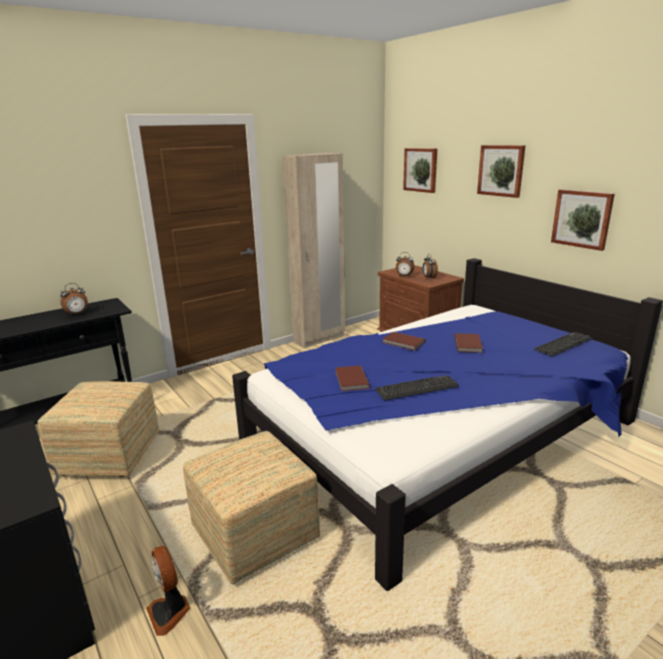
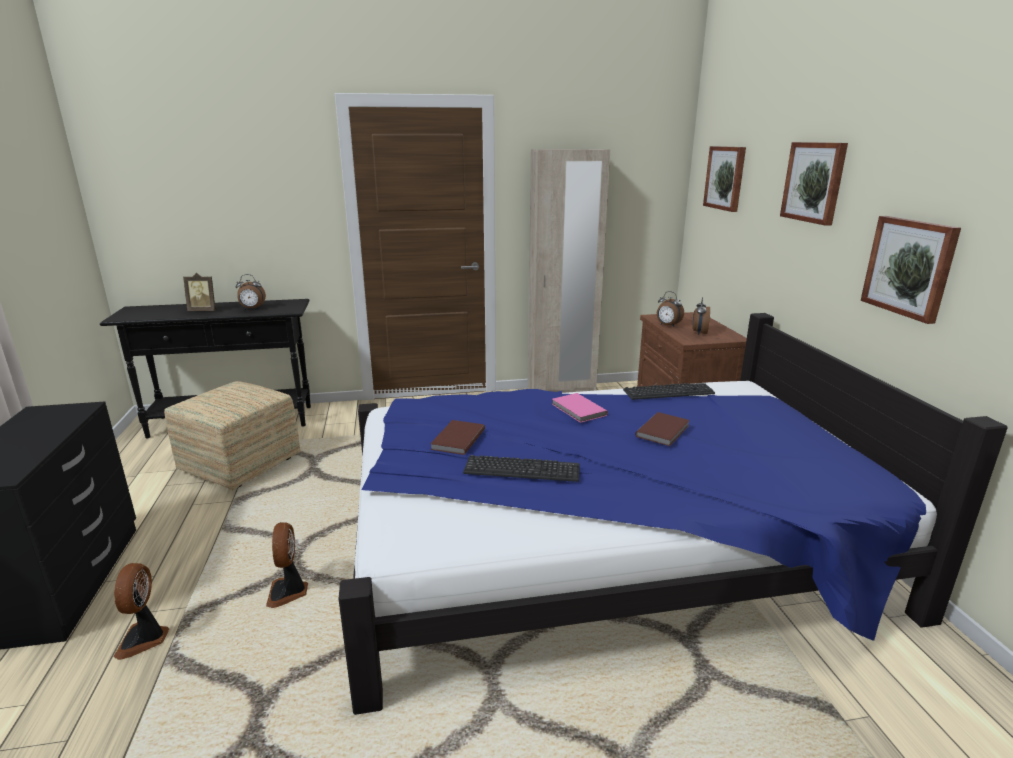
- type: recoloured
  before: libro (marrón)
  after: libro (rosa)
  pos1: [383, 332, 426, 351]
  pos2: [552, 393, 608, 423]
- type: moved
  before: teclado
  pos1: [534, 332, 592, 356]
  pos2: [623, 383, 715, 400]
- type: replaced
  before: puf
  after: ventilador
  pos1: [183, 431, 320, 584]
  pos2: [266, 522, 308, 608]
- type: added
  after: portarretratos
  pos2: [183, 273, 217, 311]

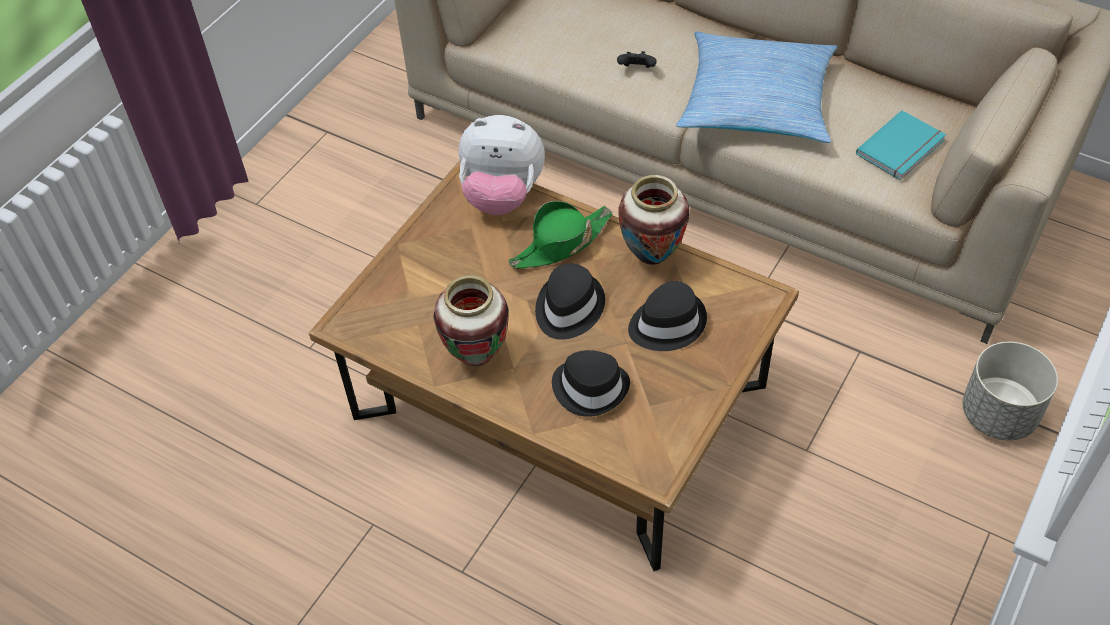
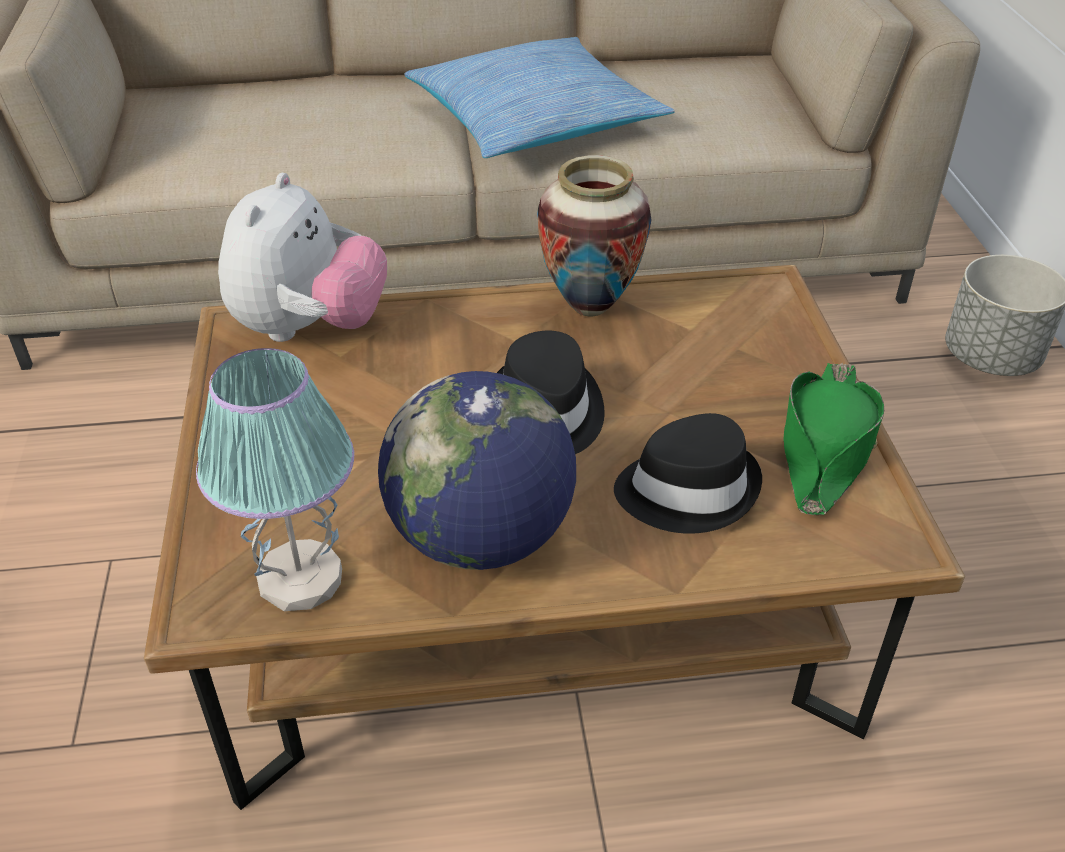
- type: removed
  before: mando de consola (negro)
  pos1: [617, 51, 656, 68]
- type: removed
  before: libro (turquesa)
  pos1: [856, 110, 946, 180]
- type: turned
  before: peluche
  pos1: [459, 115, 545, 215]
  pos2: [218, 173, 387, 342]
  turn: -45
- type: moved
  before: sombrero (verde)
  pos1: [509, 201, 613, 269]
  pos2: [783, 363, 884, 515]
- type: replaced
  before: florero
  after: globo terráqueo
  pos1: [433, 275, 509, 366]
  pos2: [378, 371, 576, 570]
- type: removed
  before: sombrero (negro)
  pos1: [628, 281, 707, 351]
- type: added
  after: lámpara de mesa
  pos2: [196, 348, 355, 611]

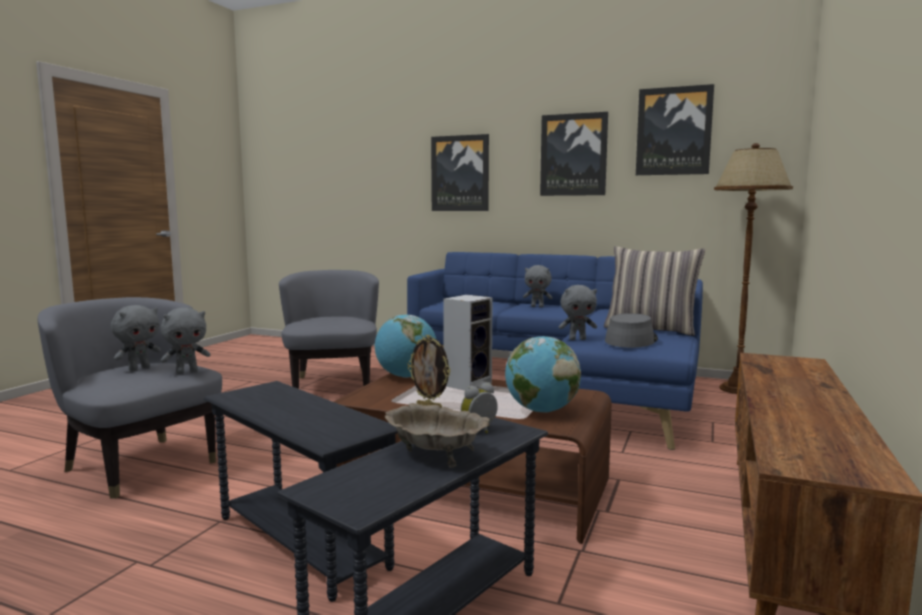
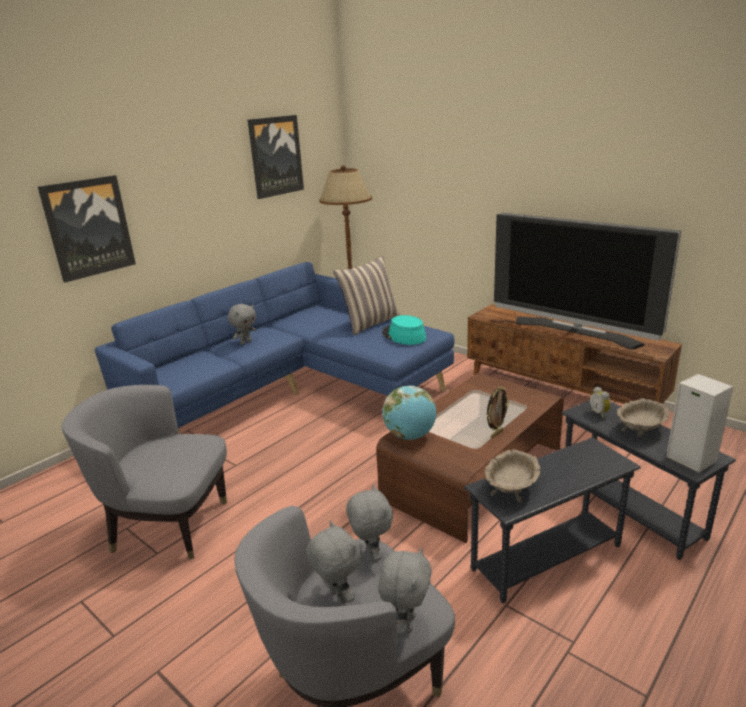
- type: removed
  before: cuadro
  pos1: [540, 112, 608, 196]
- type: moved
  before: peluche (gris)
  pos1: [559, 285, 597, 340]
  pos2: [378, 547, 432, 635]
- type: moved
  before: altavoz
  pos1: [443, 295, 493, 391]
  pos2: [666, 374, 733, 473]
- type: recoloured
  before: sombrero (gris)
  after: sombrero (turquesa)
  pos1: [605, 313, 658, 348]
  pos2: [382, 315, 426, 345]
- type: removed
  before: globo terráqueo
  pos1: [505, 336, 581, 413]
- type: added
  after: televisor
  pos2: [494, 213, 681, 350]
- type: added
  after: cuenco (beis)
  pos2: [485, 449, 540, 503]

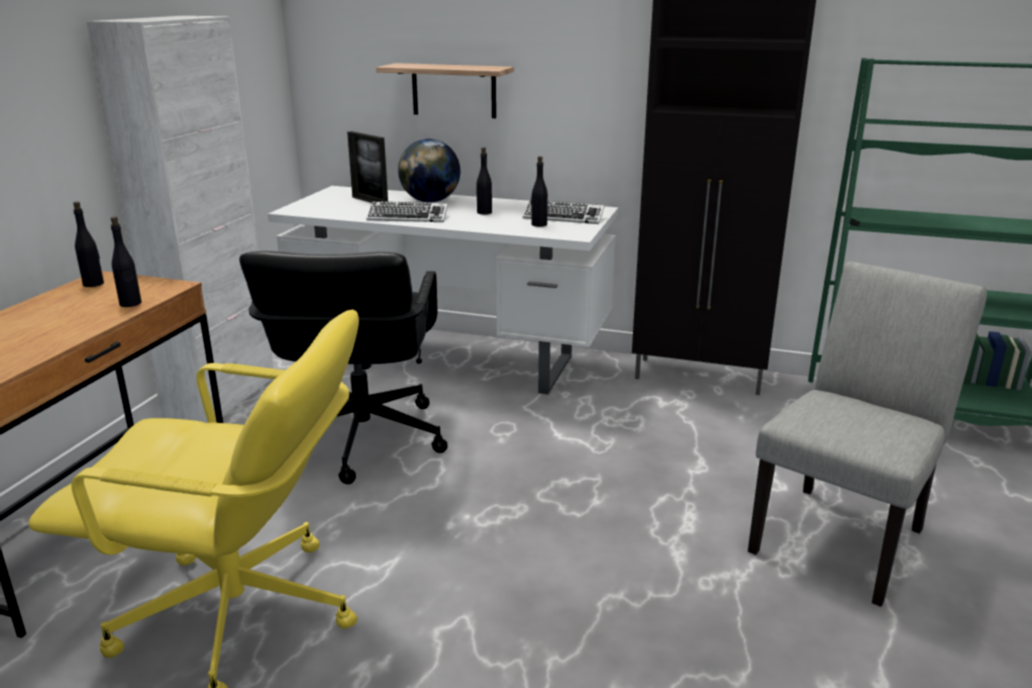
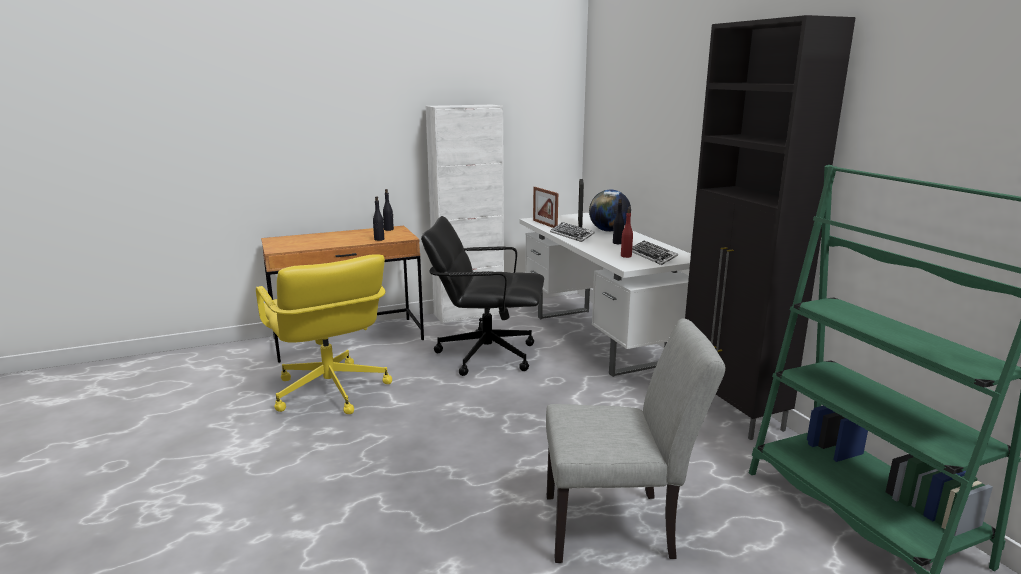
- type: removed
  before: estante
  pos1: [376, 63, 514, 118]
- type: recoloured
  before: botella (negro)
  after: botella (rojo)
  pos1: [531, 156, 548, 227]
  pos2: [621, 209, 633, 258]
- type: turned
  before: silla de oficina (negro)
  pos1: [239, 251, 448, 484]
  pos2: [421, 216, 544, 376]
  turn: 45
- type: added
  after: portarretratos
  pos2: [533, 187, 558, 228]

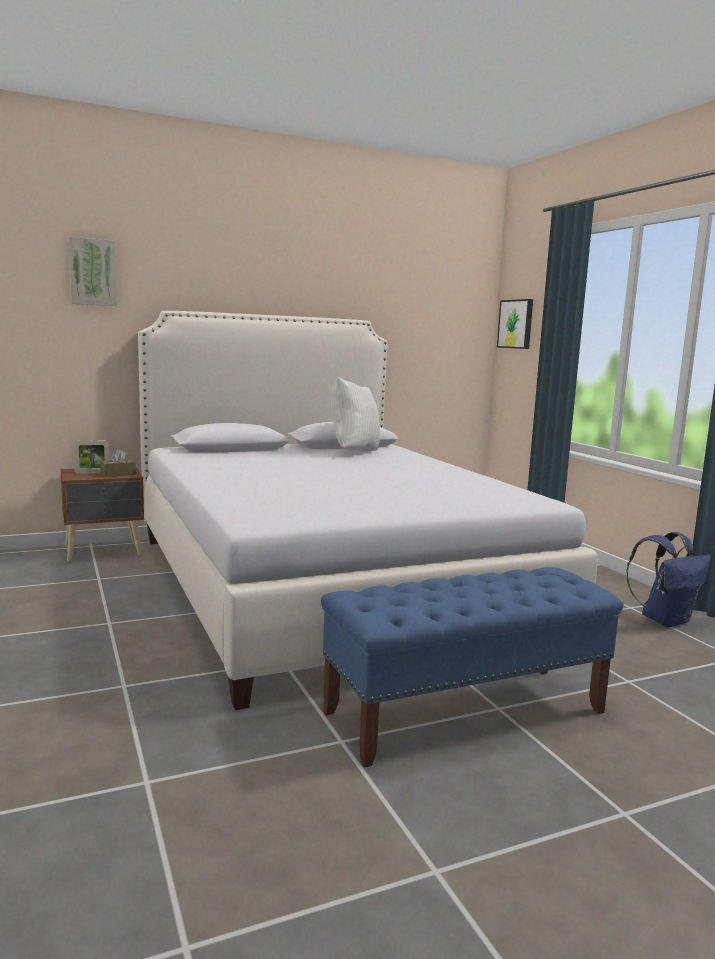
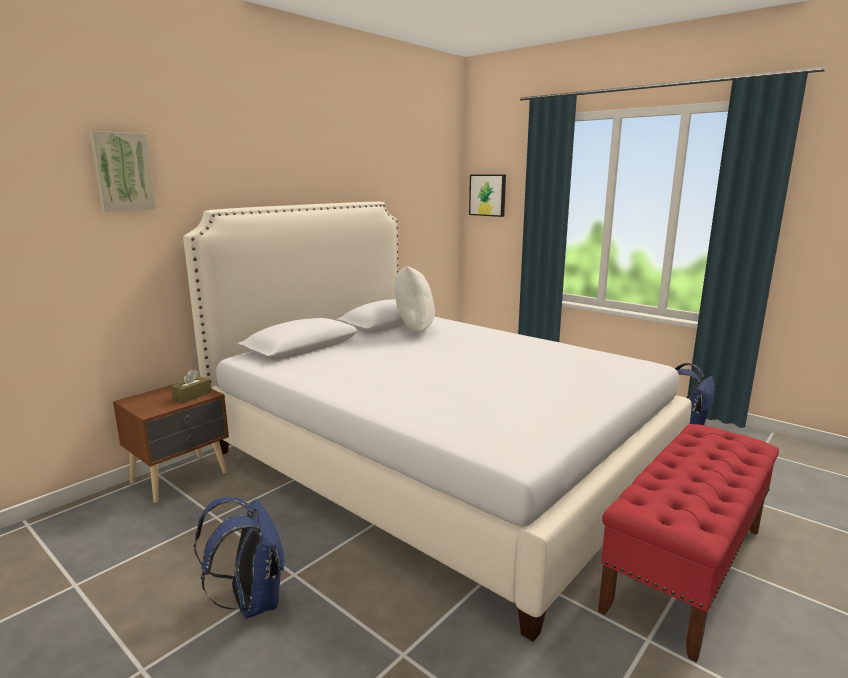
- type: removed
  before: portarretratos
  pos1: [74, 440, 109, 473]
- type: recoloured
  before: banco (azul)
  after: banco (rojo)
  pos1: [321, 567, 623, 768]
  pos2: [598, 424, 779, 663]
- type: added
  after: mochila (azul)
  pos2: [194, 497, 284, 619]

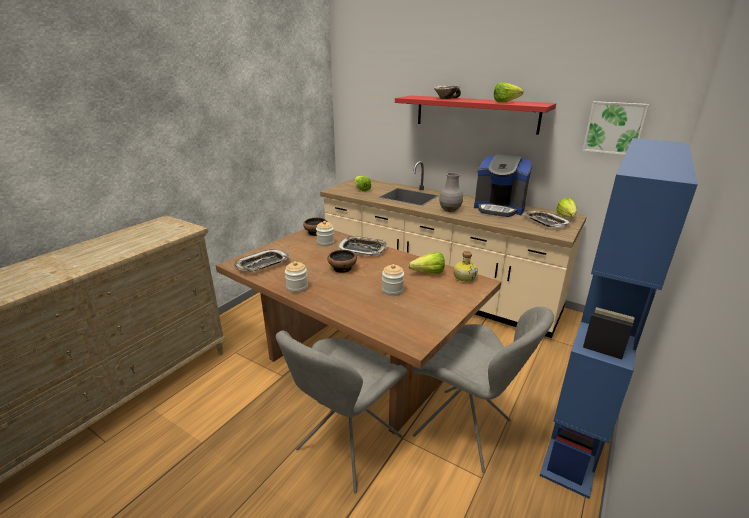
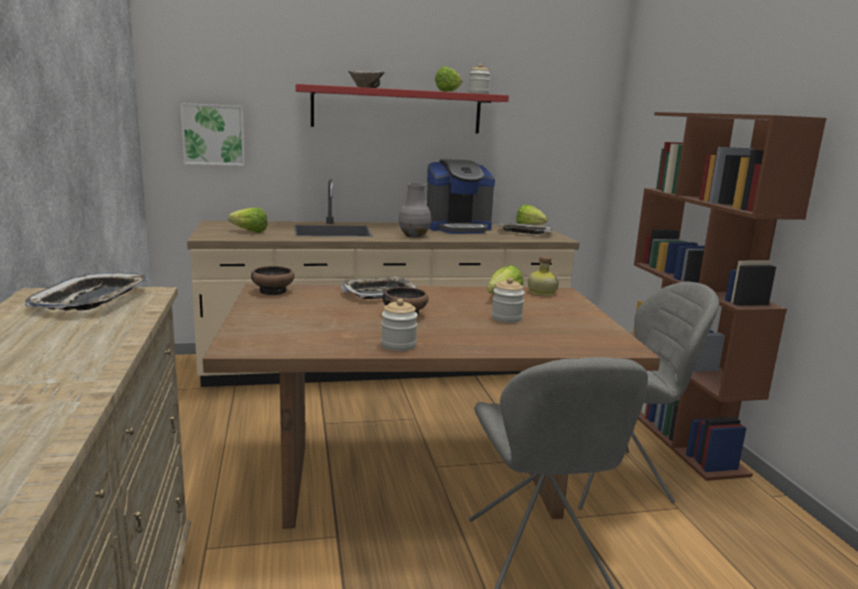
- type: moved
  before: cuadro
  pos1: [582, 101, 649, 155]
  pos2: [180, 103, 245, 166]
- type: recoloured
  before: estantería (azul)
  after: estantería (marrón)
  pos1: [540, 138, 698, 499]
  pos2: [630, 112, 827, 481]
- type: moved
  before: tarro
  pos1: [316, 221, 334, 246]
  pos2: [468, 64, 490, 94]
- type: moved
  before: bandeja
  pos1: [234, 249, 289, 271]
  pos2: [25, 272, 147, 311]

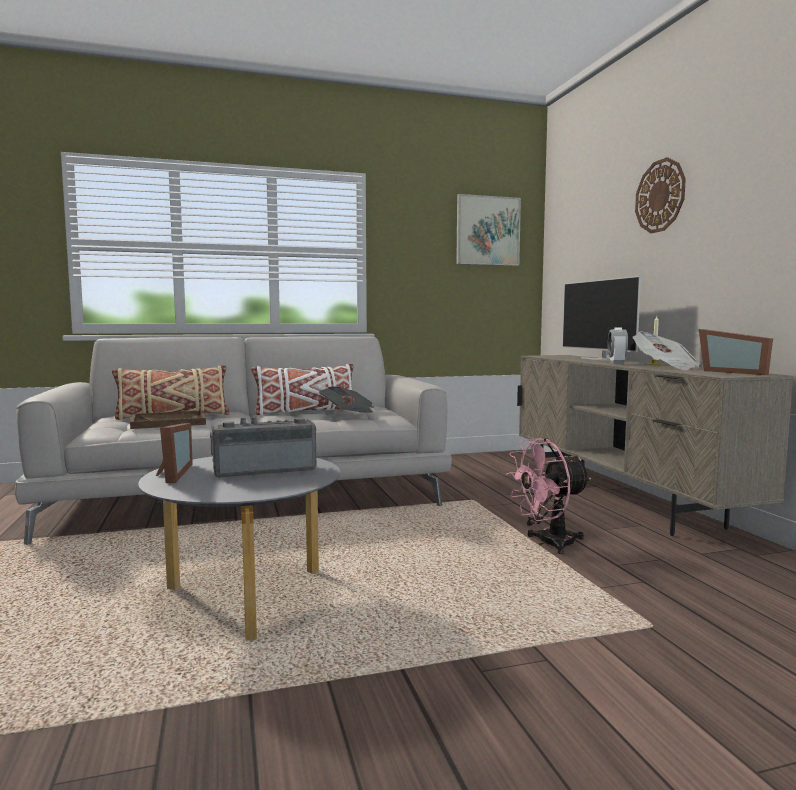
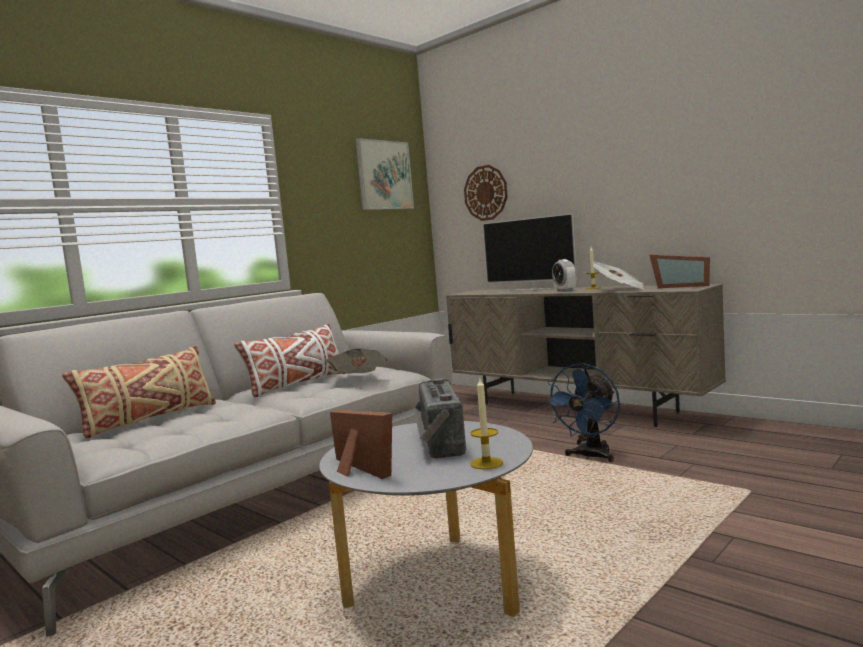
- type: moved
  before: reloj de pared
  pos1: [635, 157, 686, 233]
  pos2: [464, 165, 508, 221]
- type: removed
  before: bandeja (marrón)
  pos1: [130, 410, 206, 429]
- type: turned
  before: radio
  pos1: [210, 417, 316, 478]
  pos2: [413, 378, 466, 459]
  turn: -45
- type: recoloured
  before: ventilador (rosa)
  after: ventilador (azul)
  pos1: [506, 438, 591, 554]
  pos2: [544, 363, 620, 462]
- type: added
  after: vela
  pos2: [470, 378, 503, 469]

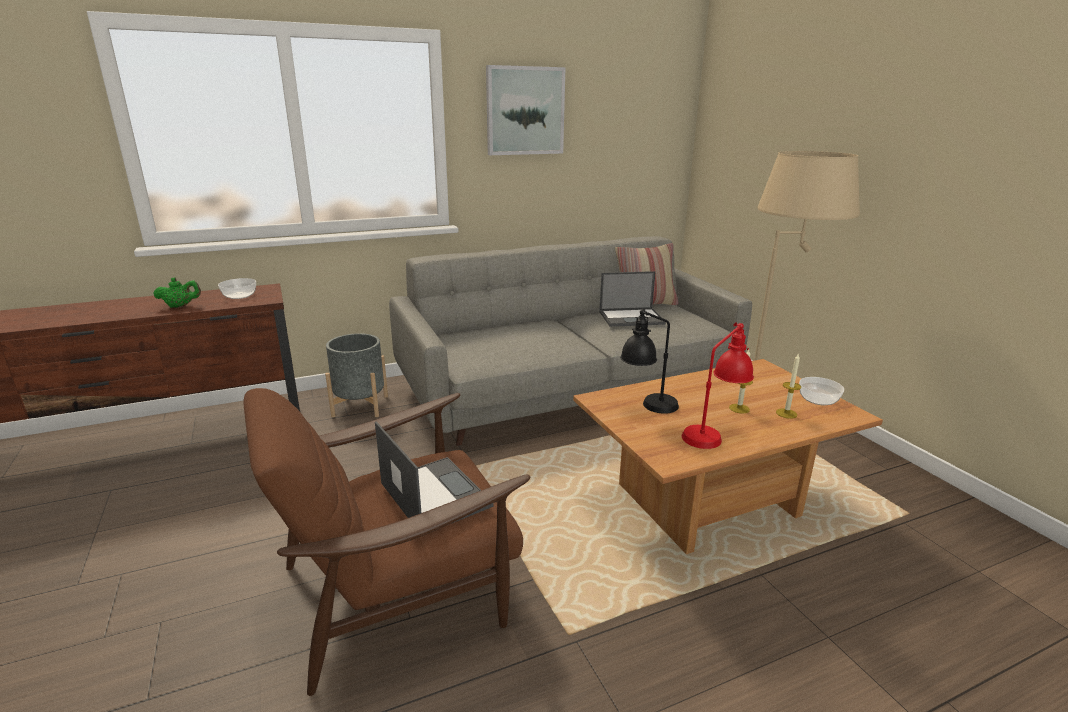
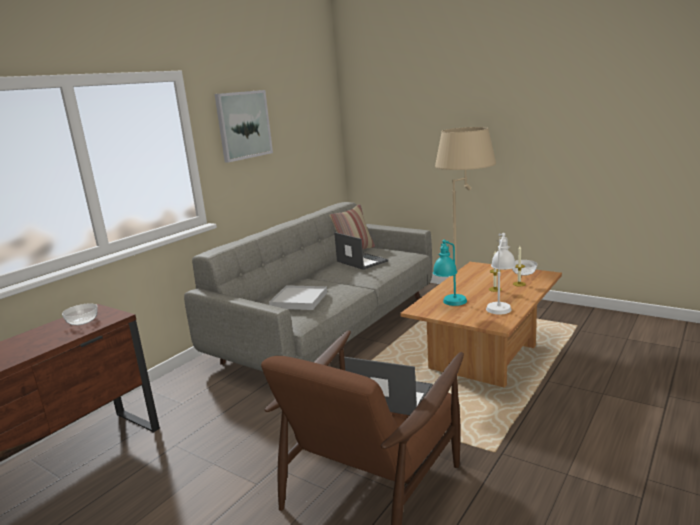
- type: turned
  before: portátil
  pos1: [599, 271, 666, 327]
  pos2: [334, 232, 388, 270]
  turn: -90
- type: removed
  before: tetera (verde)
  pos1: [154, 277, 201, 308]
- type: recoloured
  before: lámpara de mesa (negro)
  after: lámpara de mesa (turquesa)
  pos1: [620, 309, 679, 414]
  pos2: [433, 240, 467, 306]
- type: recoloured
  before: lámpara de mesa (rojo)
  after: lámpara de mesa (blanco)
  pos1: [682, 322, 754, 449]
  pos2: [486, 233, 516, 315]
- type: removed
  before: maceta (gris)
  pos1: [325, 333, 388, 417]
- type: added
  after: bandeja (blanco)
  pos2: [269, 285, 327, 310]

